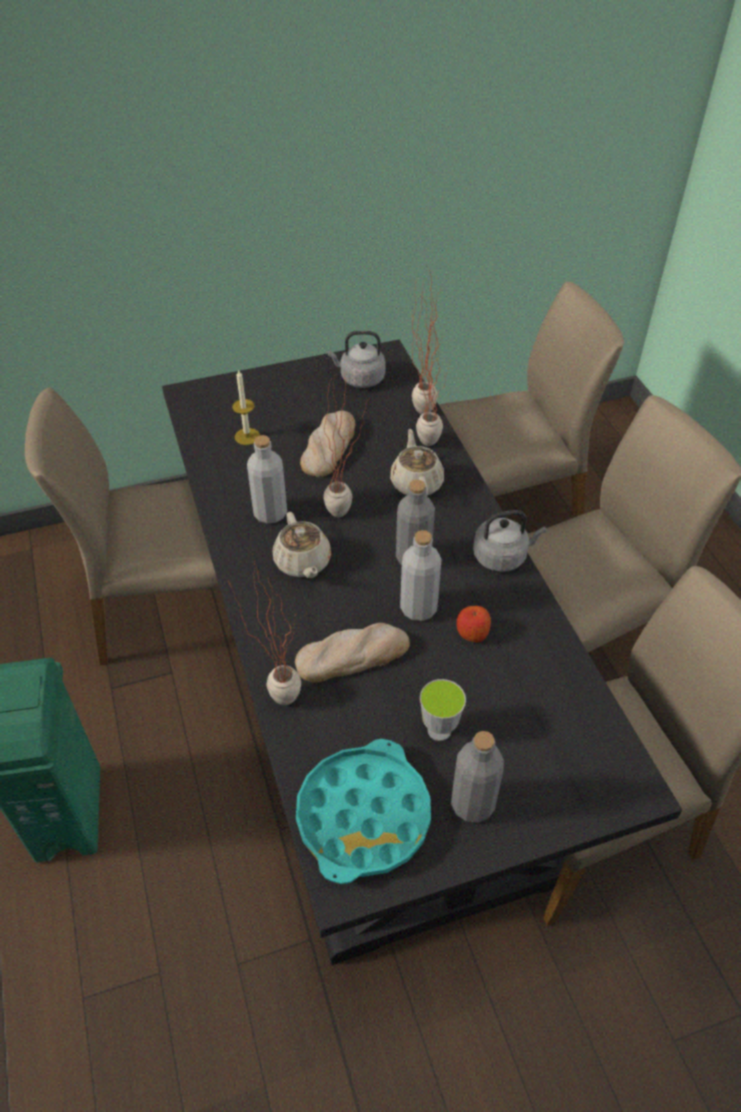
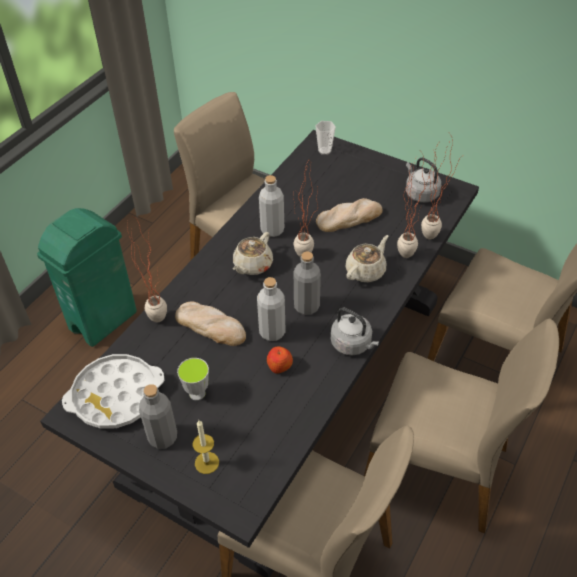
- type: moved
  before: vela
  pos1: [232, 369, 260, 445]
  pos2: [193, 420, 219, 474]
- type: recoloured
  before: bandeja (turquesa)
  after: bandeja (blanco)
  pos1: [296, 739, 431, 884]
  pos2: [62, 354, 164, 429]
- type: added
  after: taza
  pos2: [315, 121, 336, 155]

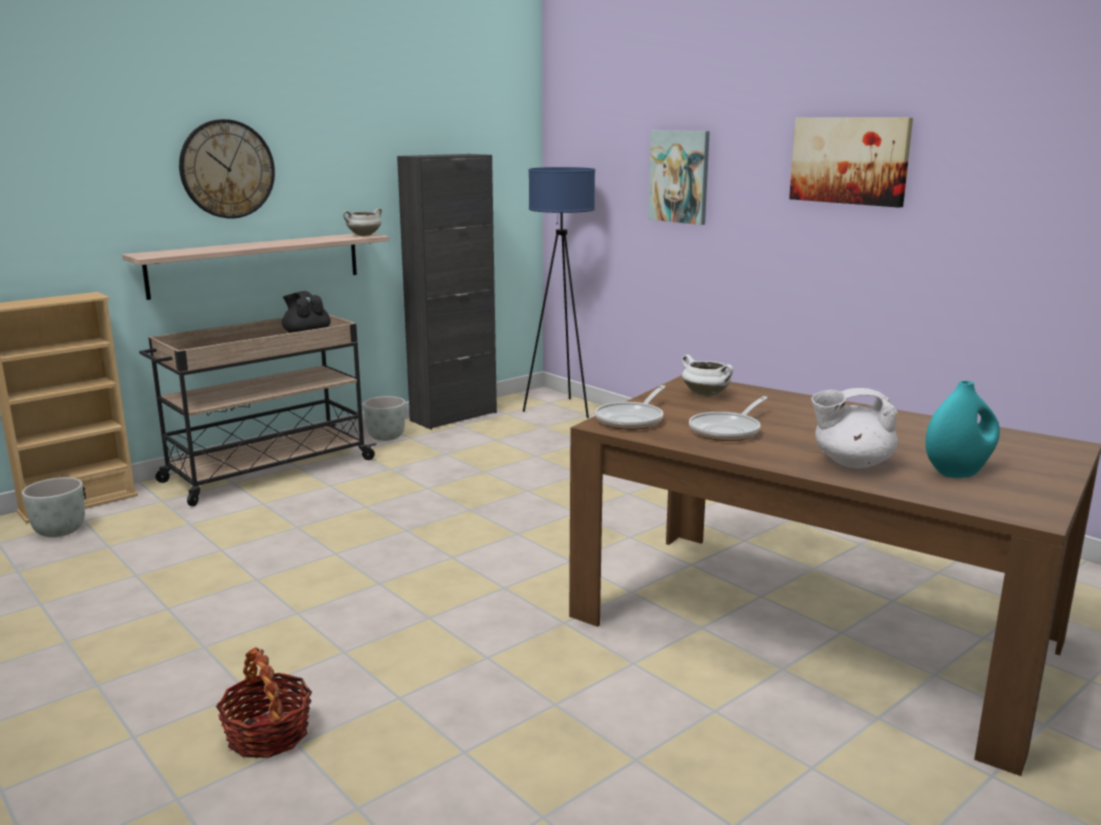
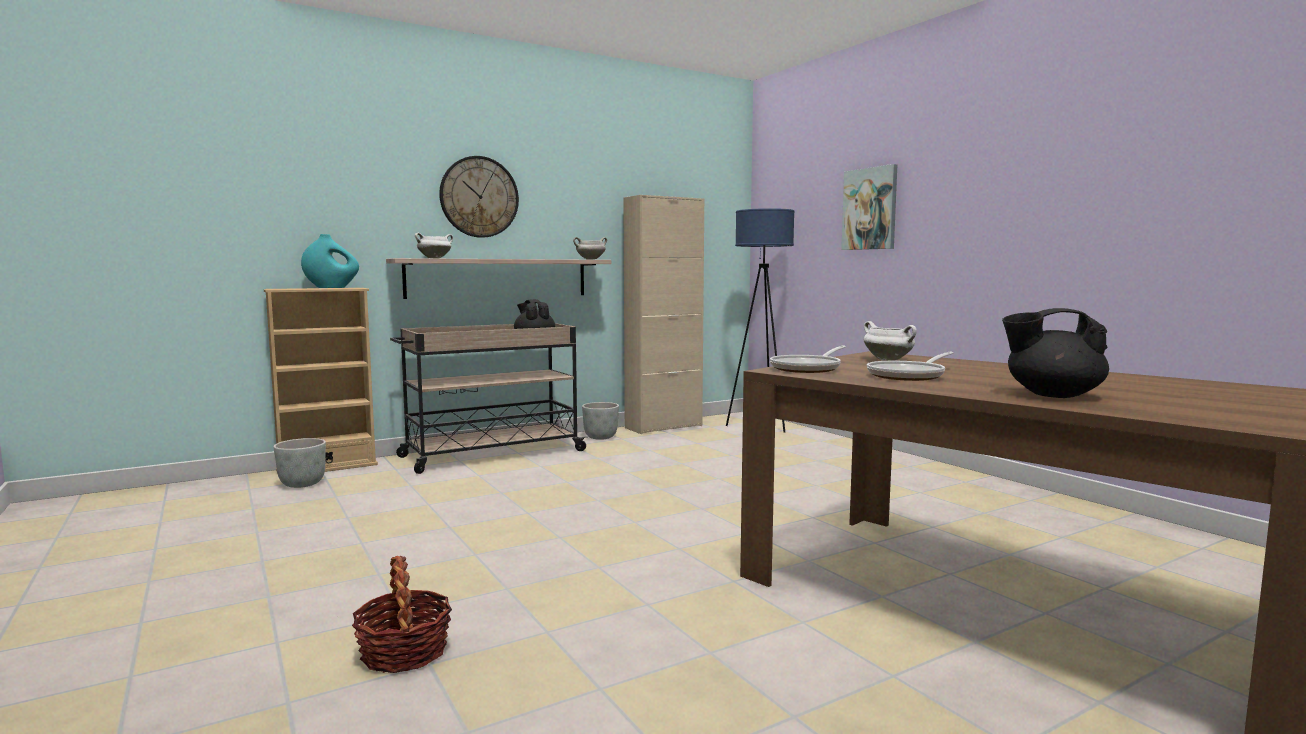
- type: removed
  before: cuadro
  pos1: [789, 117, 913, 208]
- type: recoloured
  before: armario (negro)
  after: armario (beis)
  pos1: [397, 154, 497, 430]
  pos2: [623, 195, 704, 434]
- type: moved
  before: florero (turquesa)
  pos1: [925, 381, 1000, 478]
  pos2: [301, 234, 359, 288]
- type: recoloured
  before: tetera (blanco)
  after: tetera (negro)
  pos1: [811, 388, 898, 468]
  pos2: [1002, 308, 1109, 398]
- type: added
  after: olla (blanco)
  pos2: [415, 233, 453, 259]

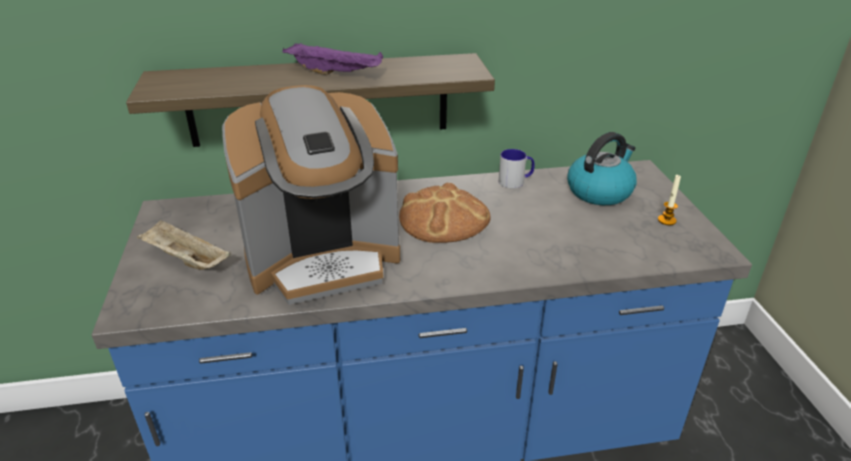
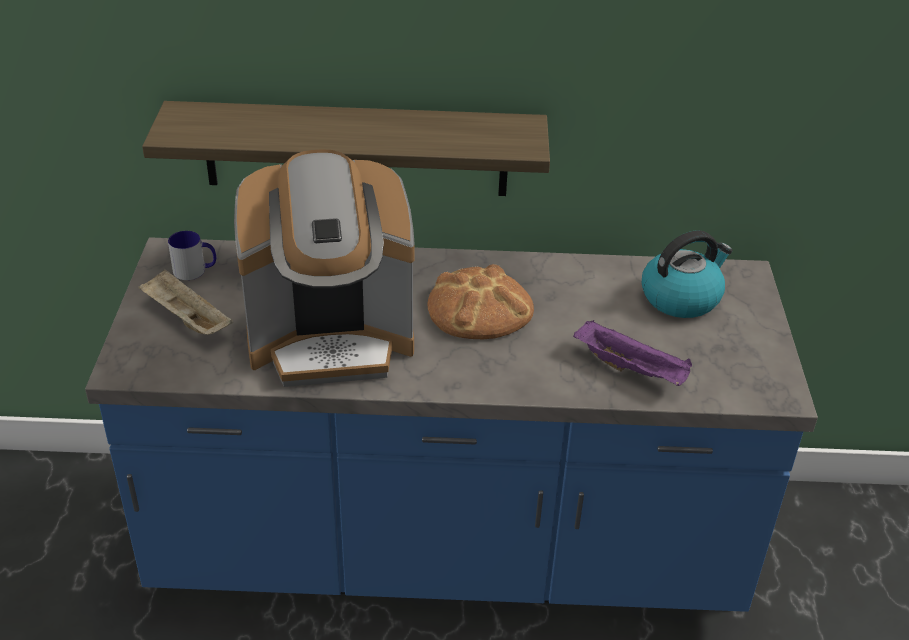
- type: moved
  before: bandeja (morado)
  pos1: [283, 42, 383, 75]
  pos2: [573, 320, 692, 386]
- type: moved
  before: taza grande
  pos1: [499, 149, 535, 188]
  pos2: [168, 231, 216, 280]
- type: removed
  before: vela
  pos1: [658, 174, 681, 225]

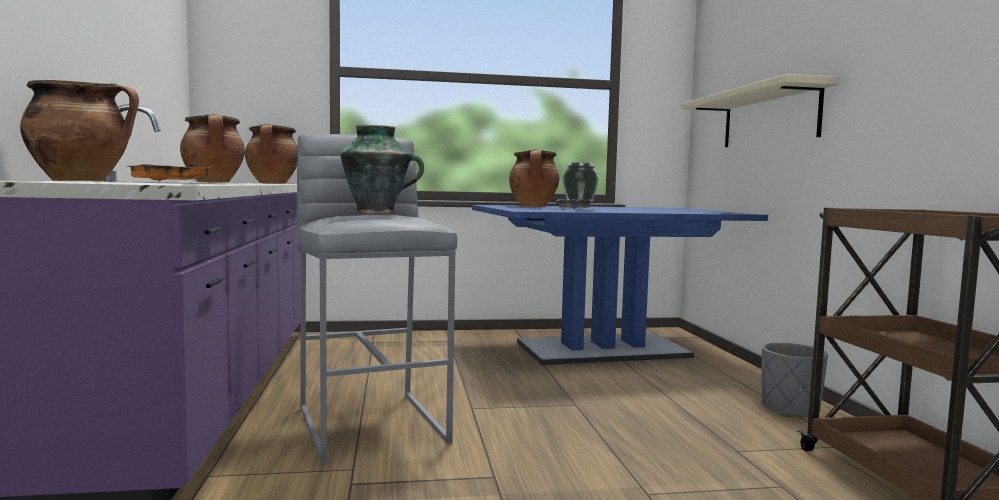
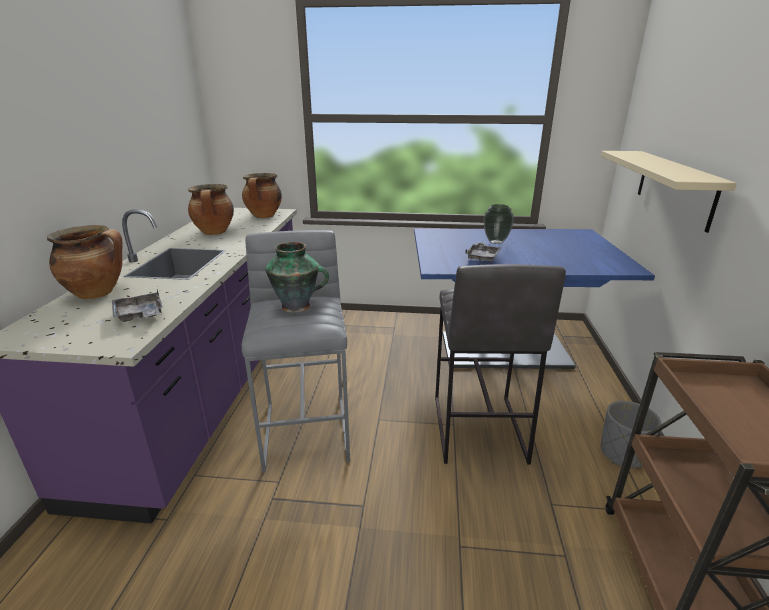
- type: removed
  before: olla
  pos1: [509, 150, 559, 207]
- type: recoloured
  before: bandeja (naranja)
  after: bandeja (gris)
  pos1: [124, 163, 214, 182]
  pos2: [112, 289, 163, 322]
- type: added
  after: taburete (gris)
  pos2: [435, 264, 566, 465]

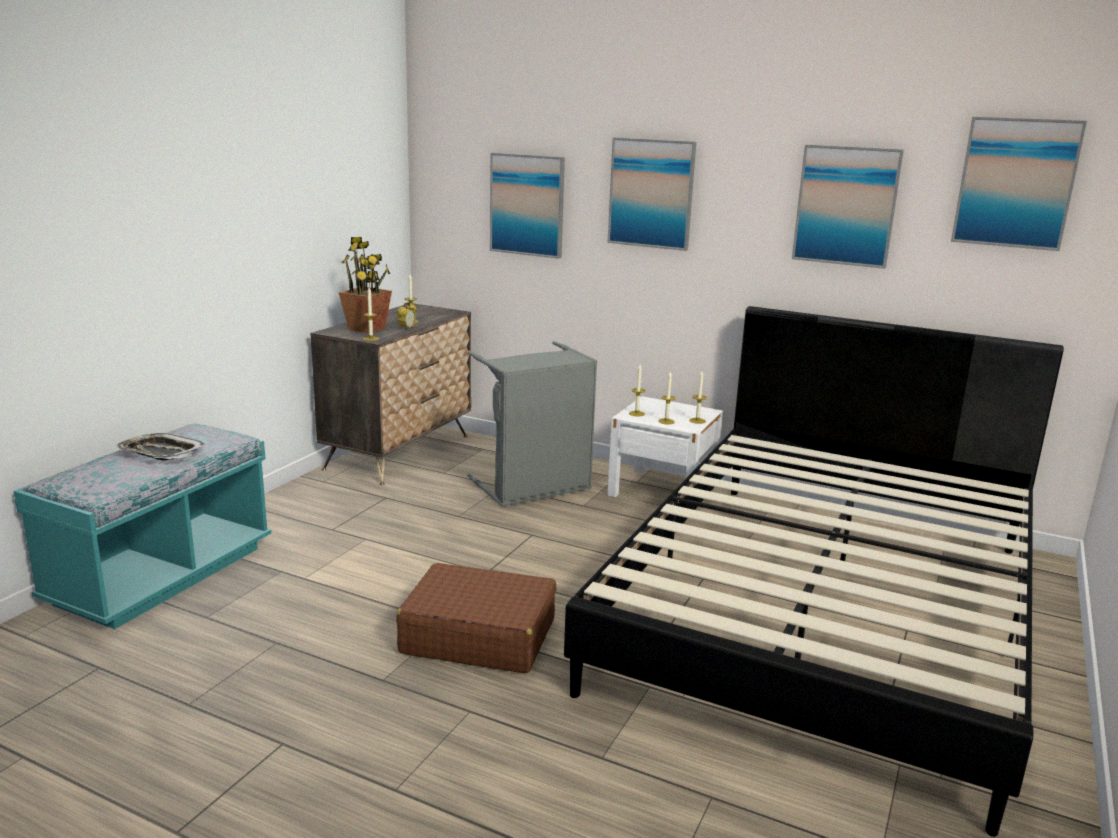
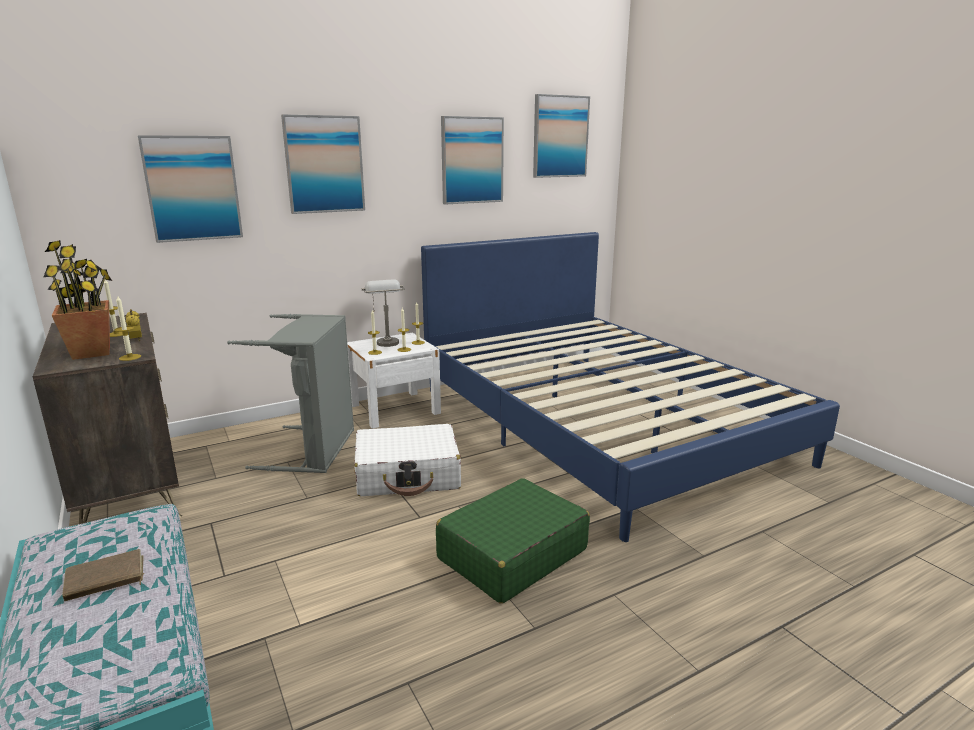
- type: recoloured
  before: cama (negro)
  after: cama (azul)
  pos1: [564, 306, 1064, 837]
  pos2: [421, 232, 840, 542]
- type: replaced
  before: bandeja
  after: libro (marrón)
  pos1: [115, 433, 206, 461]
  pos2: [62, 549, 144, 601]
- type: recoloured
  before: maleta (marrón)
  after: maleta (verde)
  pos1: [396, 563, 556, 673]
  pos2: [436, 478, 590, 604]
- type: added
  after: lámpara de mesa (gris)
  pos2: [362, 280, 405, 347]
- type: added
  after: maleta (blanco)
  pos2: [354, 424, 461, 496]

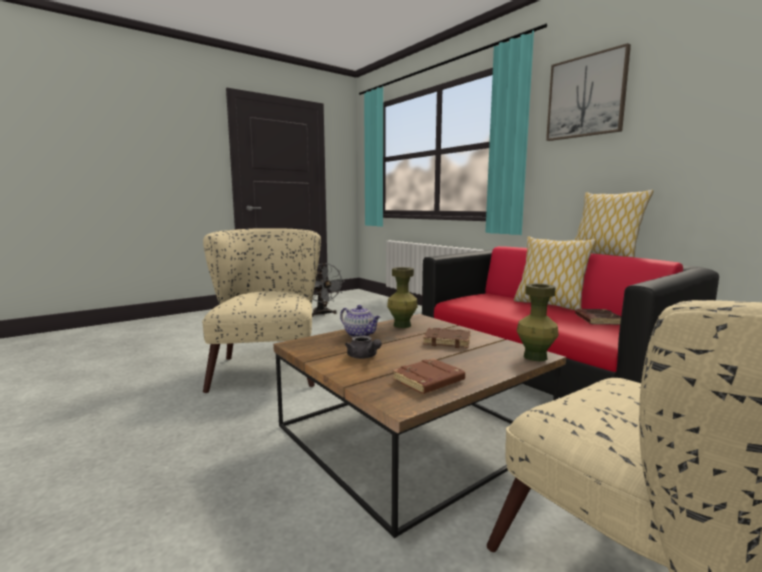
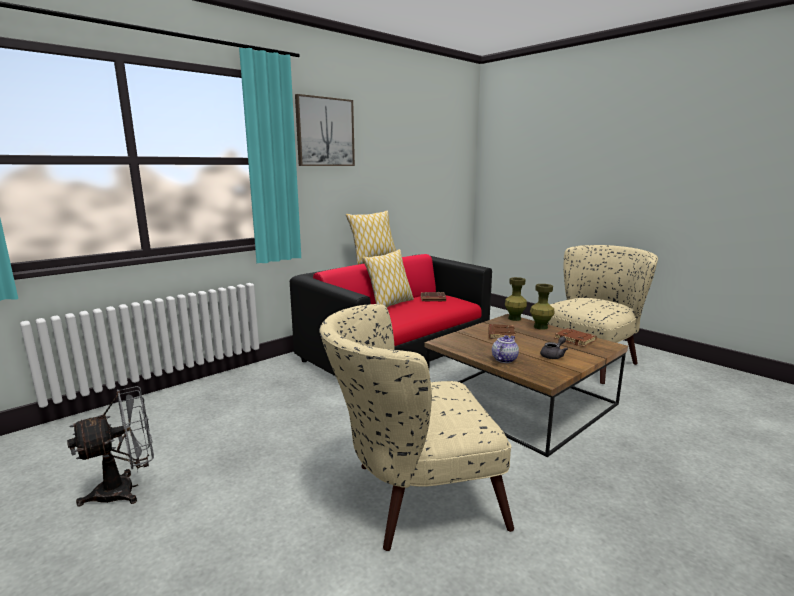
- type: moved
  before: florero (verde)
  pos1: [387, 267, 418, 328]
  pos2: [530, 284, 555, 330]

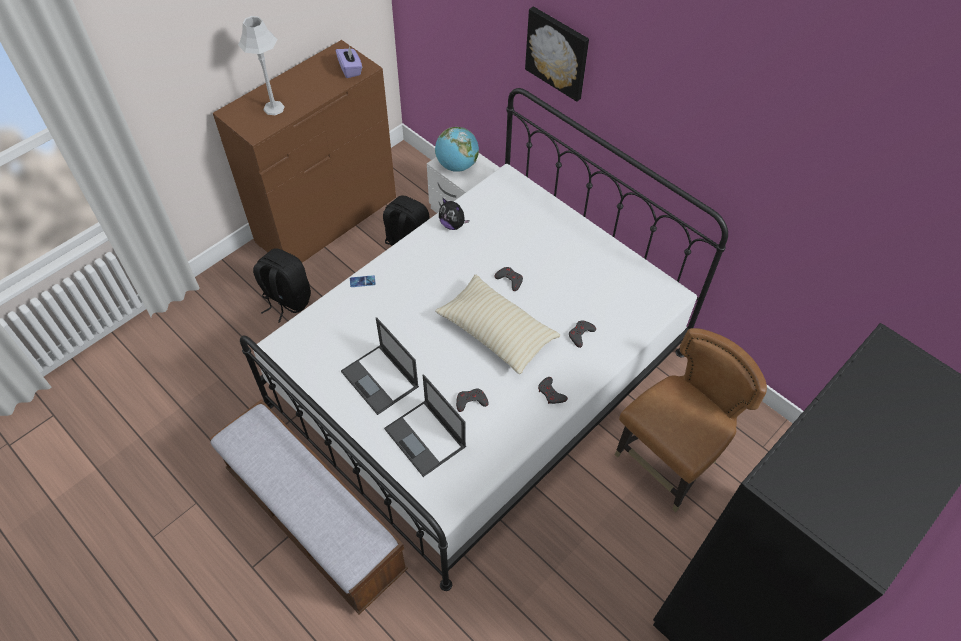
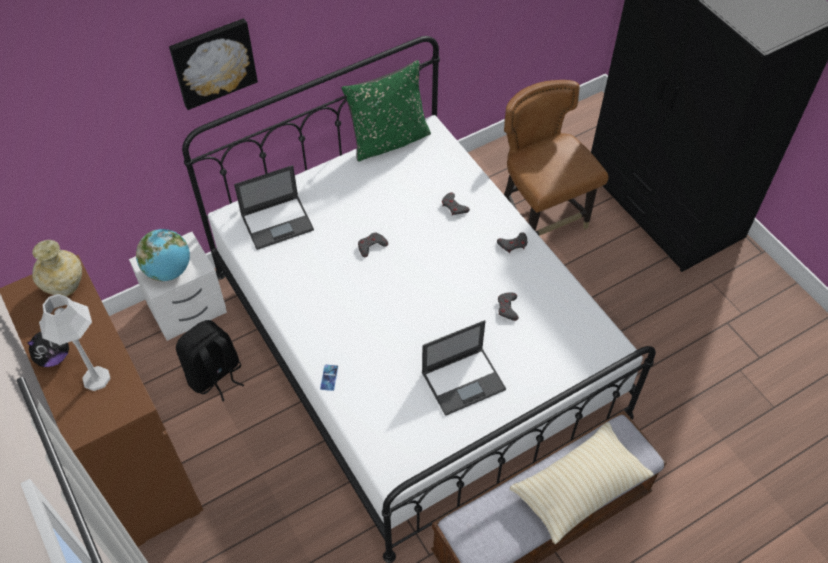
- type: replaced
  before: caja de pañuelos (morado)
  after: florero (beis)
  pos1: [336, 45, 362, 78]
  pos2: [32, 240, 82, 296]
- type: moved
  before: peluche
  pos1: [439, 198, 469, 230]
  pos2: [27, 332, 69, 367]
- type: removed
  before: mochila (negro)
  pos1: [253, 248, 311, 323]
- type: moved
  before: cojín (beis)
  pos1: [435, 275, 560, 374]
  pos2: [510, 422, 654, 544]
- type: moved
  before: portátil
  pos1: [384, 374, 466, 477]
  pos2: [234, 165, 314, 250]
- type: added
  after: cojín (verde)
  pos2: [341, 60, 431, 161]

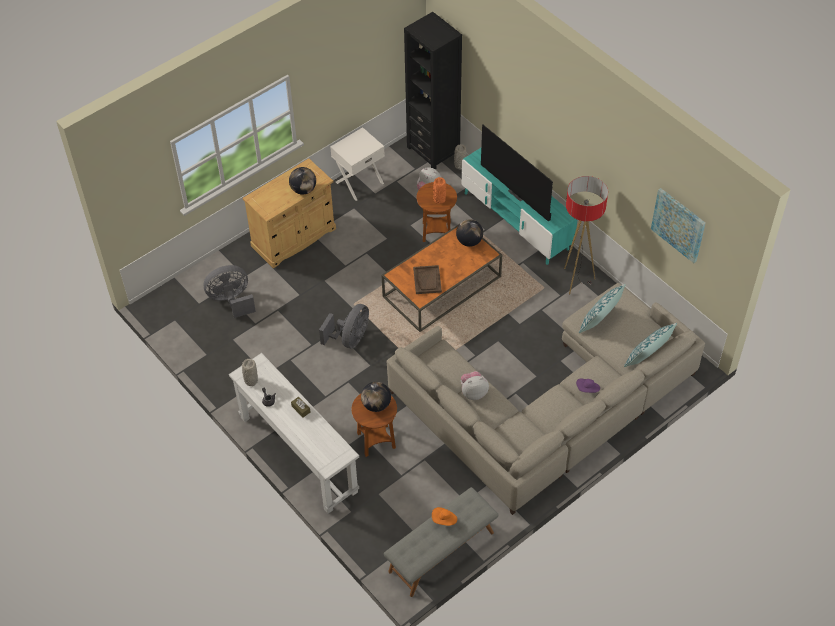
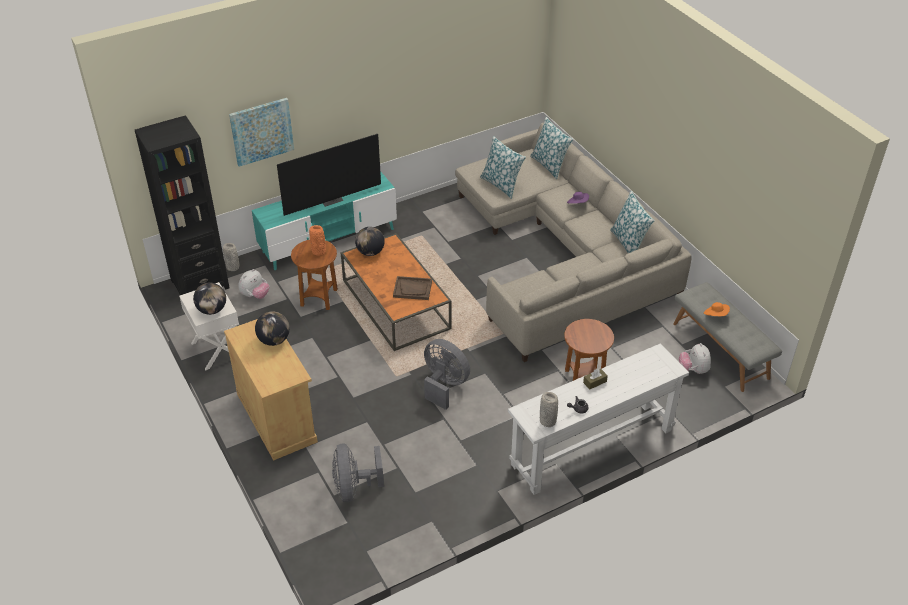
- type: removed
  before: lámpara de pie
  pos1: [564, 176, 608, 294]
- type: moved
  before: cuadro
  pos1: [651, 188, 705, 263]
  pos2: [229, 98, 294, 167]
- type: moved
  before: peluche
  pos1: [461, 371, 489, 400]
  pos2: [679, 343, 711, 374]
- type: moved
  before: globo terráqueo
  pos1: [361, 382, 391, 412]
  pos2: [193, 282, 226, 315]
- type: added
  after: cojín
  pos2: [610, 191, 655, 253]

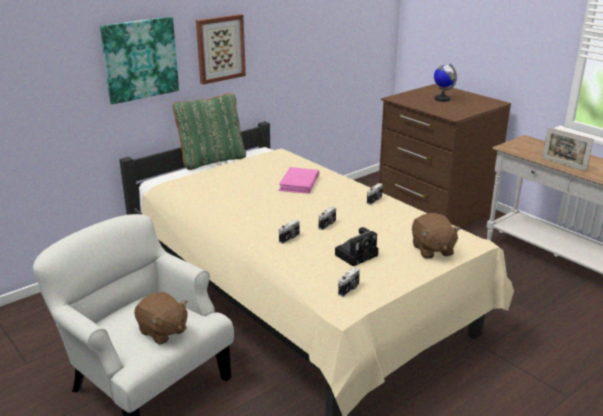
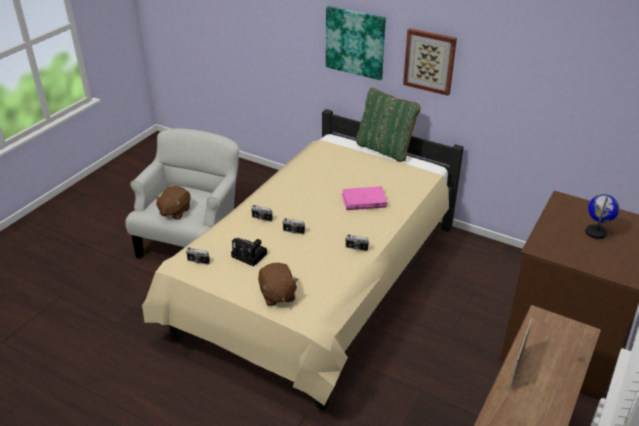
- type: turned
  before: peluche (marrón)
  pos1: [412, 213, 461, 259]
  pos2: [258, 263, 299, 306]
  turn: -75

